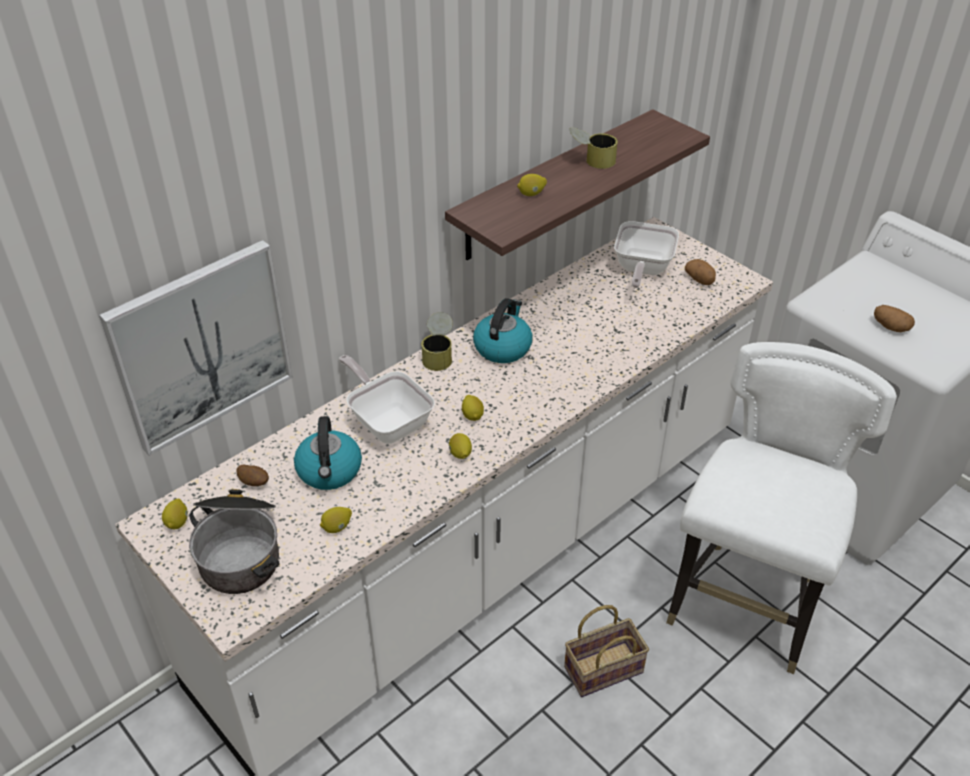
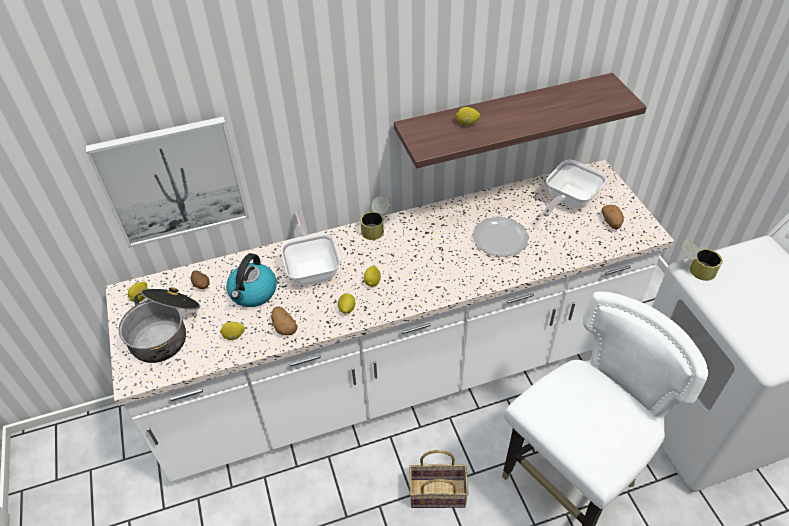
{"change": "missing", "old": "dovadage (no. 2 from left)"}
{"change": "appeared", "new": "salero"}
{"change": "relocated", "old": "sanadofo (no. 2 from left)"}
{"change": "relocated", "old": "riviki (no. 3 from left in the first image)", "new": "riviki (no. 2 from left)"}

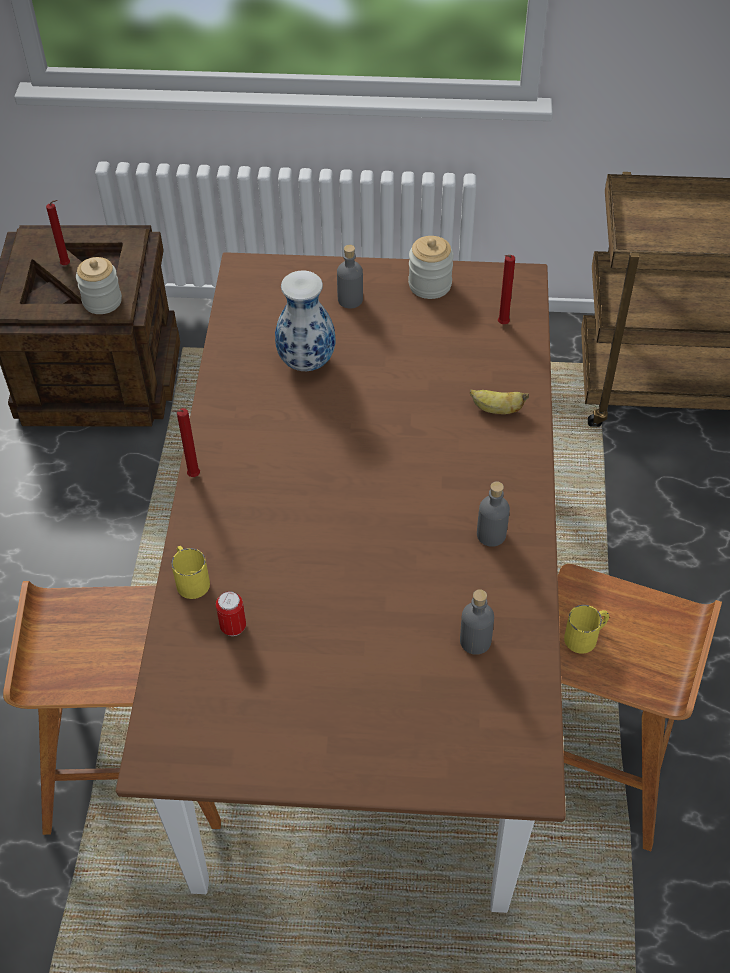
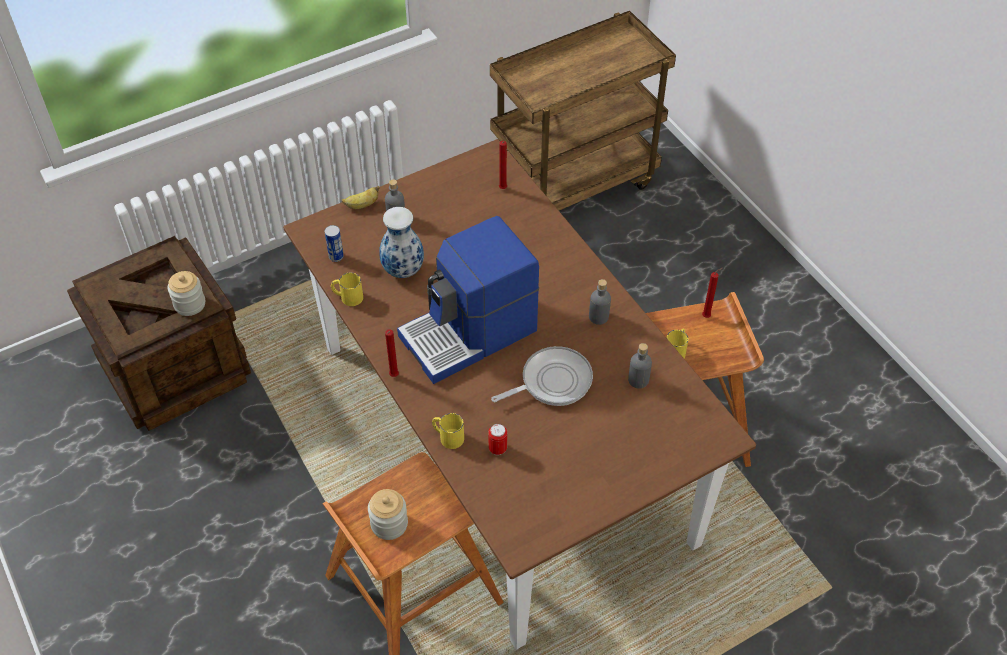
{"change": "appeared", "new": "sanadofo (no. 1 from left)"}
{"change": "appeared", "new": "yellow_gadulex (no. 1 from left)"}
{"change": "appeared", "new": "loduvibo"}
{"change": "appeared", "new": "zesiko"}
{"change": "relocated", "old": "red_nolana (no. 1 from left in the first image)", "new": "red_nolana (no. 3 from left)"}
{"change": "relocated", "old": "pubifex (no. 2 from left)"}
{"change": "relocated", "old": "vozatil"}

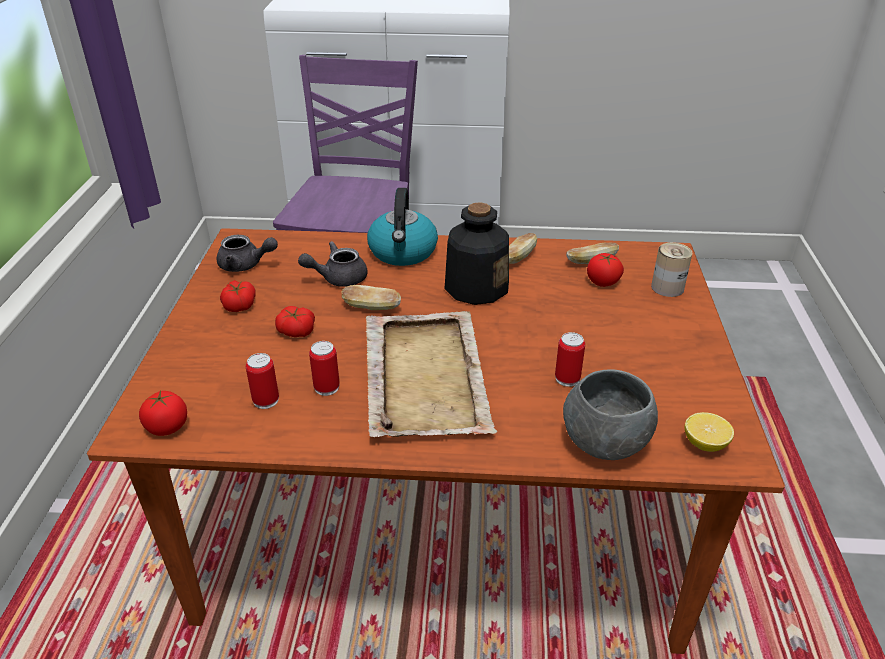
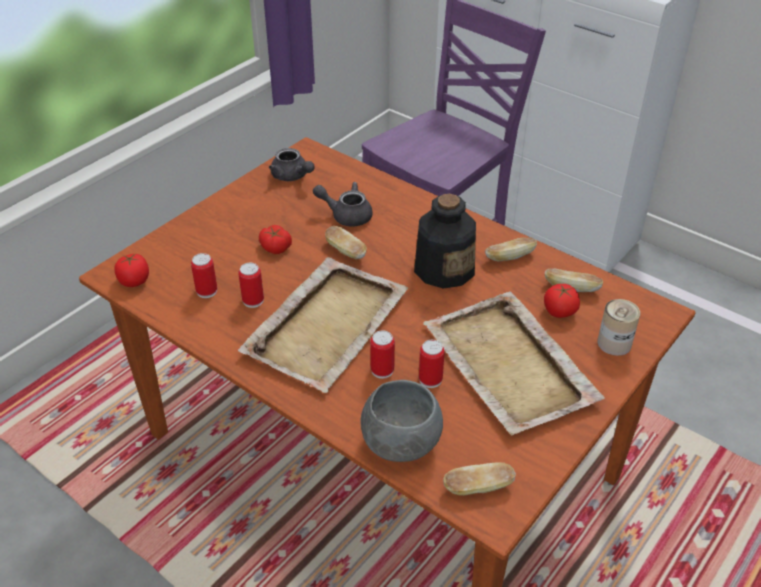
{"change": "missing", "old": "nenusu (no. 2 from left)"}
{"change": "missing", "old": "dovadage"}
{"change": "appeared", "new": "sanadofo (no. 3 from left)"}
{"change": "appeared", "new": "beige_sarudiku (no. 2 from left)"}
{"change": "exchanged", "old": "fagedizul", "new": "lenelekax (no. 2 from left)"}

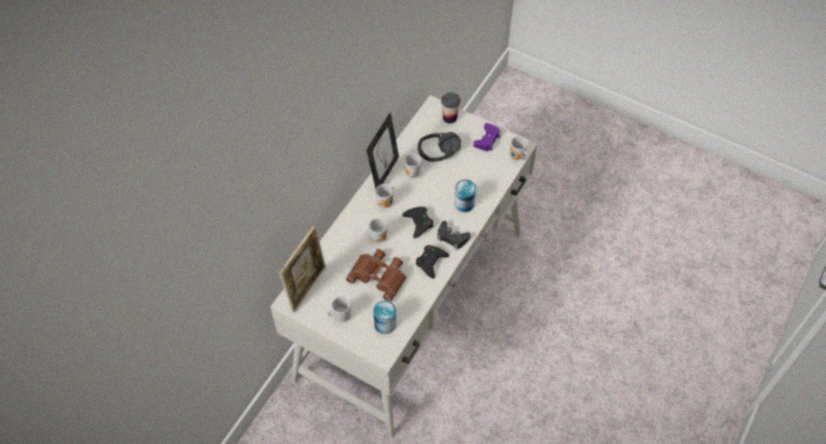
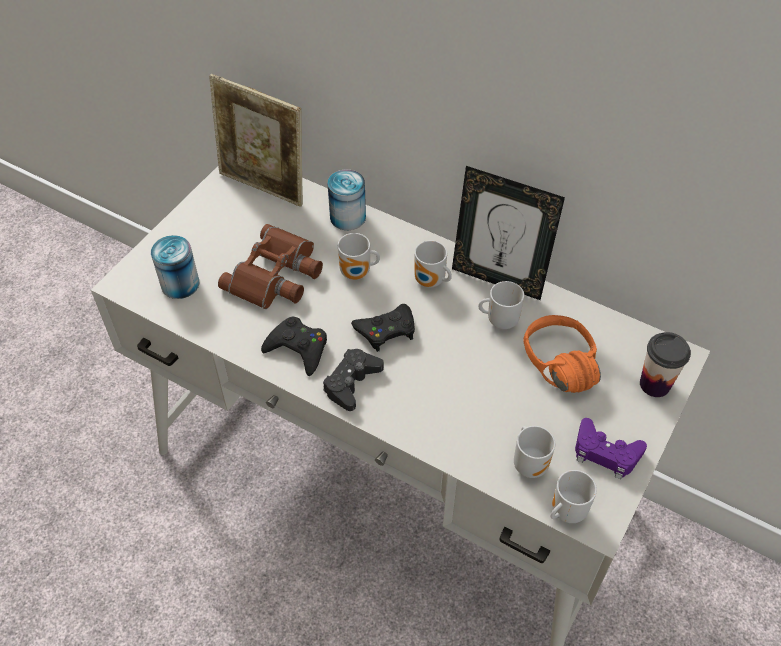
{"change": "relocated", "old": "gadulex (no. 1 from left in the first image)", "new": "gadulex (no. 4 from left)"}
{"change": "relocated", "old": "sanadofo (no. 2 from left)"}
{"change": "colour", "old": "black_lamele", "new": "orange_lamele"}

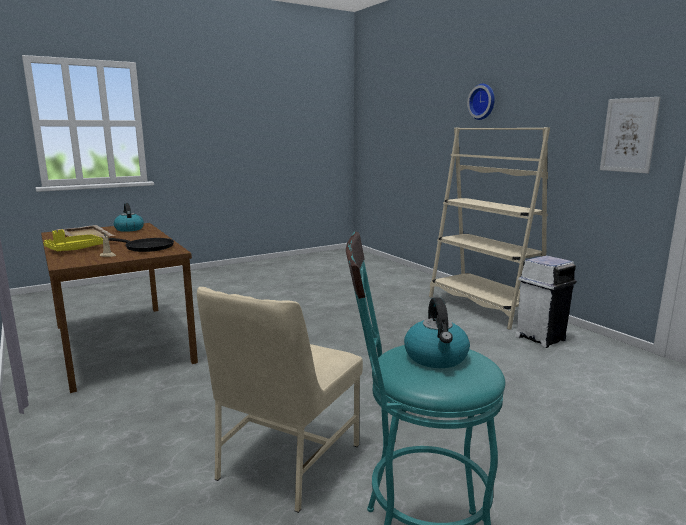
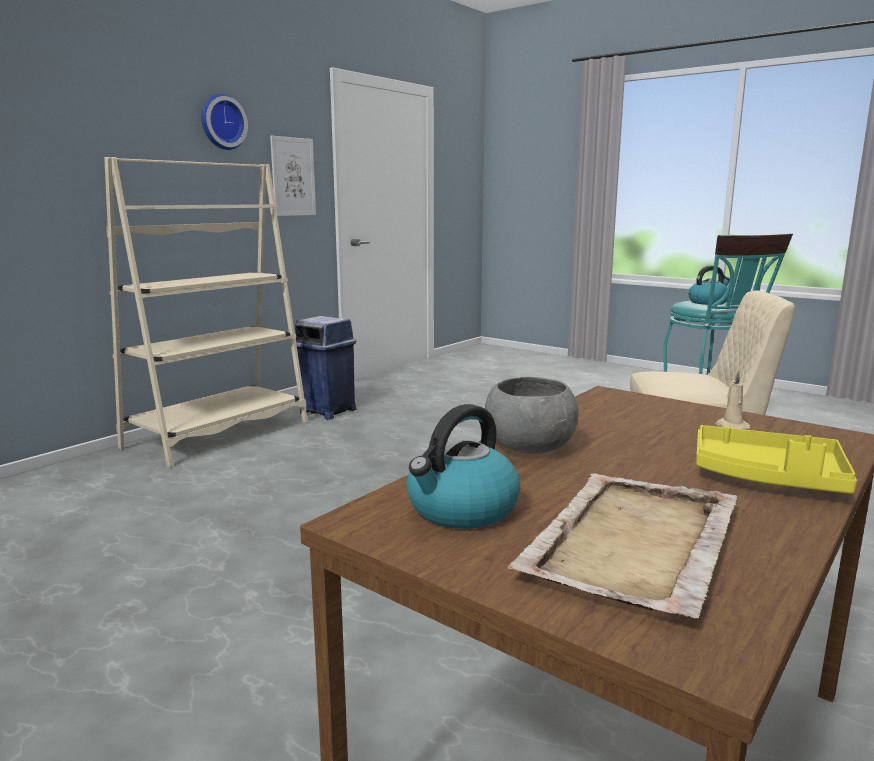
{"change": "missing", "old": "black_zesiko"}
{"change": "appeared", "new": "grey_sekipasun"}
{"change": "relocated", "old": "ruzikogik"}
{"change": "colour", "old": "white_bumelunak", "new": "blue_bumelunak"}

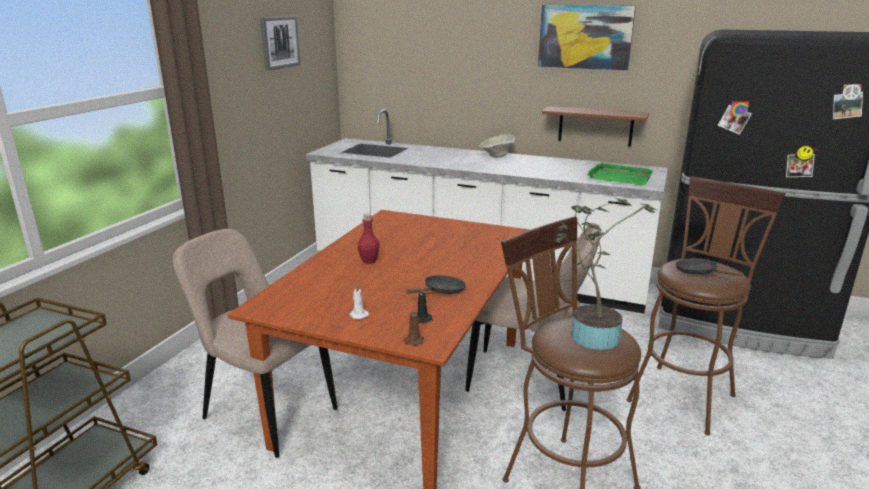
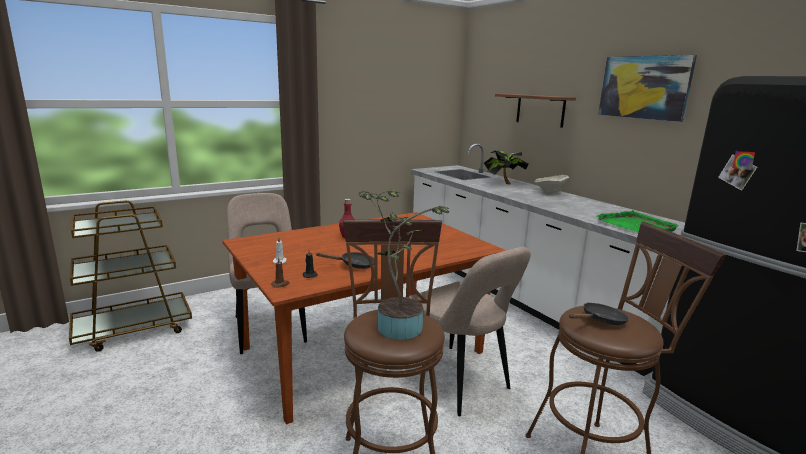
{"change": "missing", "old": "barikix (no. 1 from left)"}
{"change": "appeared", "new": "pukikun (no. 2 from left)"}
{"change": "relocated", "old": "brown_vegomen"}
{"change": "spun", "old": "black_zesiko (no. 2 from left)", "degrees": 60}

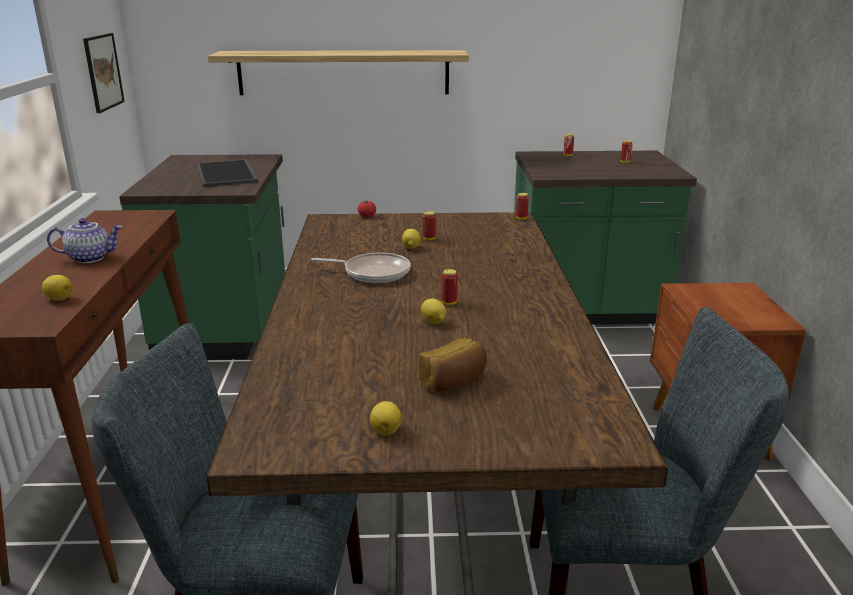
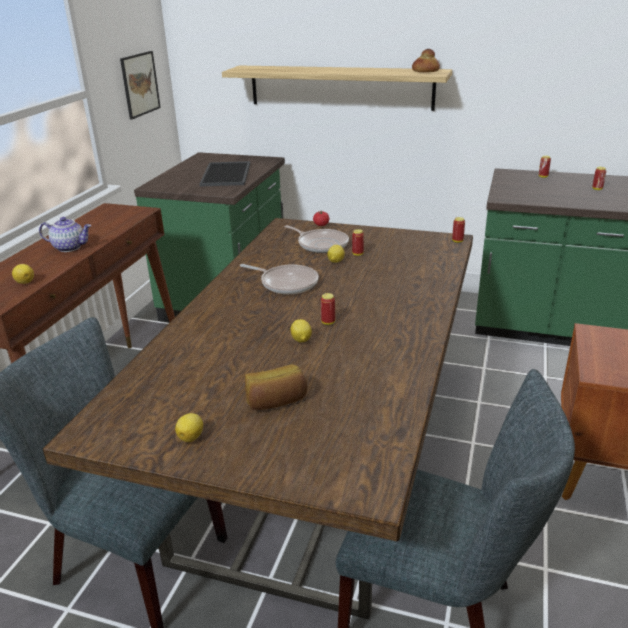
{"change": "appeared", "new": "zesiko (no. 2 from left)"}
{"change": "appeared", "new": "lenelekax (no. 2 from left)"}

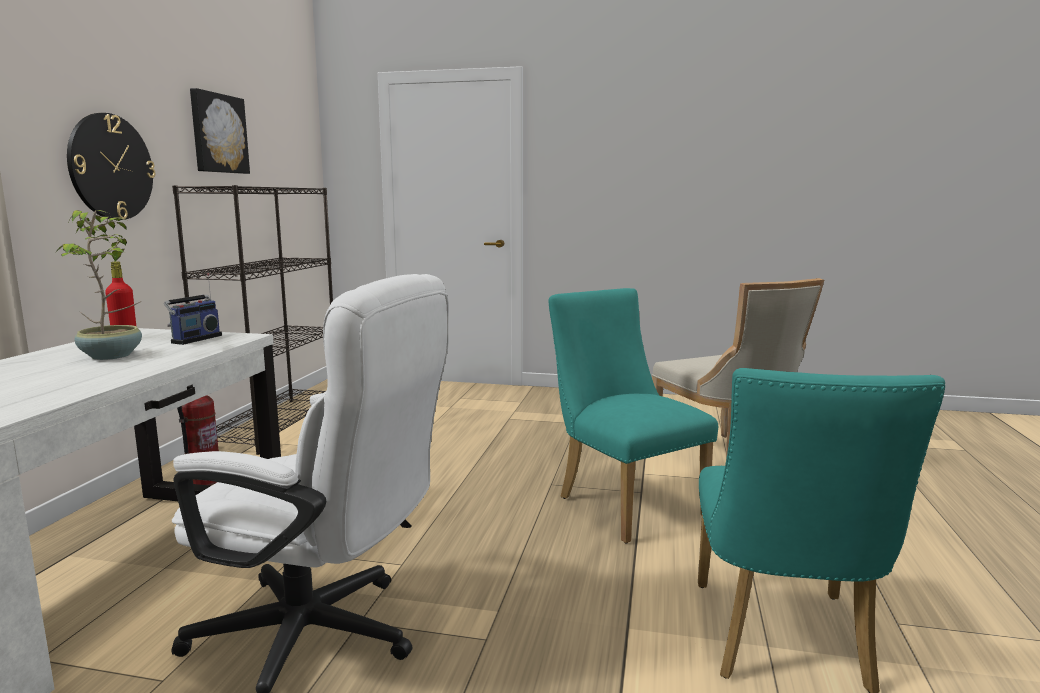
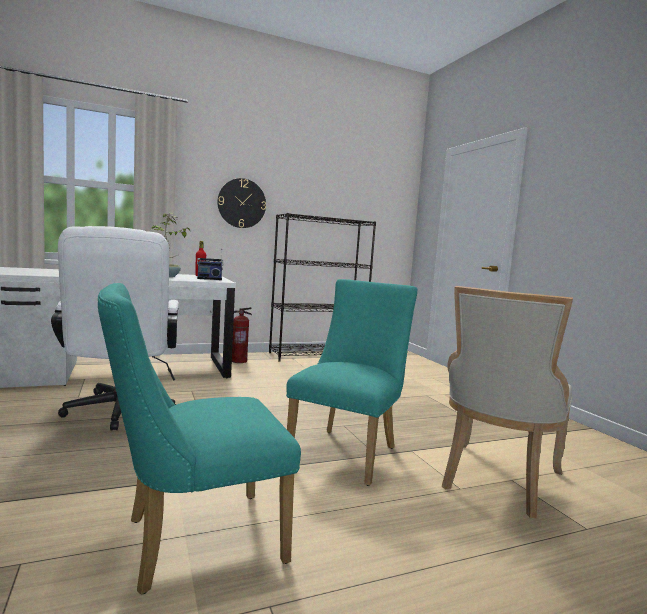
{"change": "missing", "old": "barikix"}

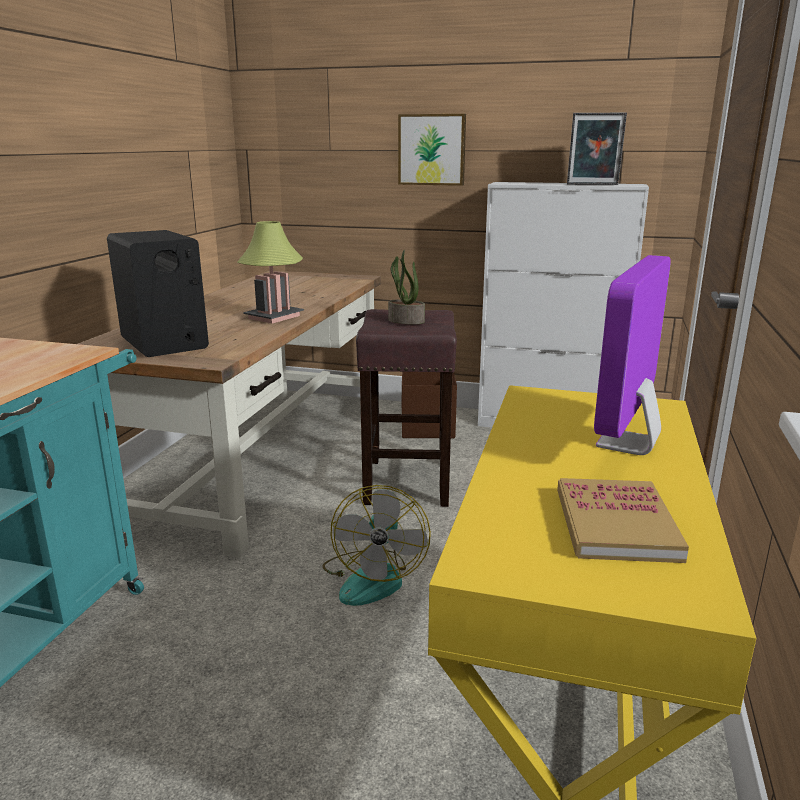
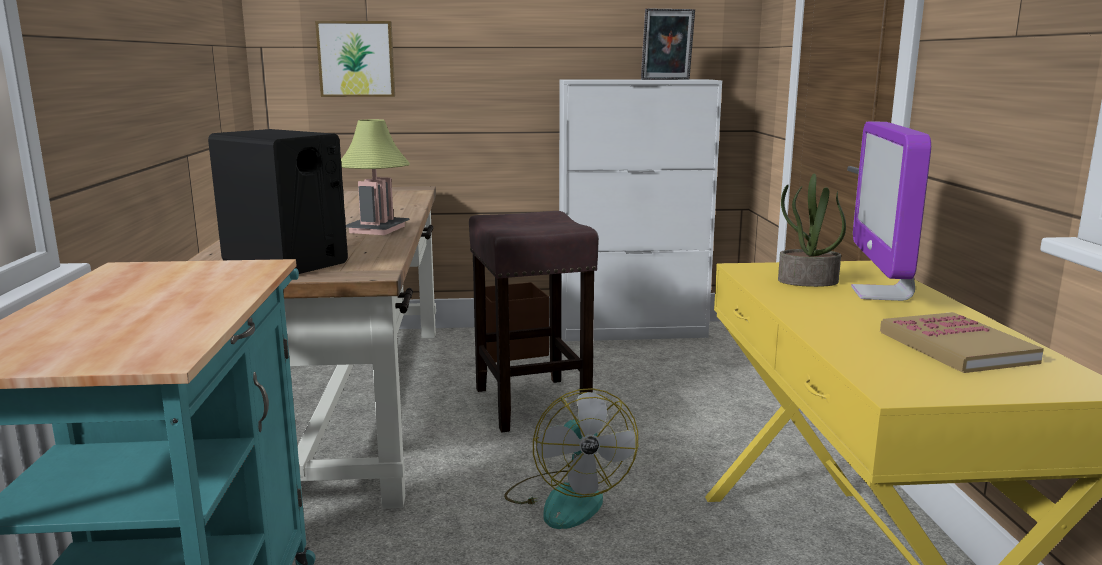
{"change": "relocated", "old": "pukikun"}
{"change": "relocated", "old": "barikix"}

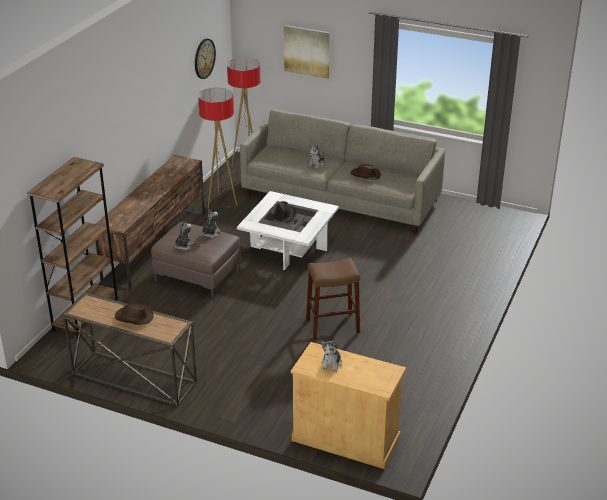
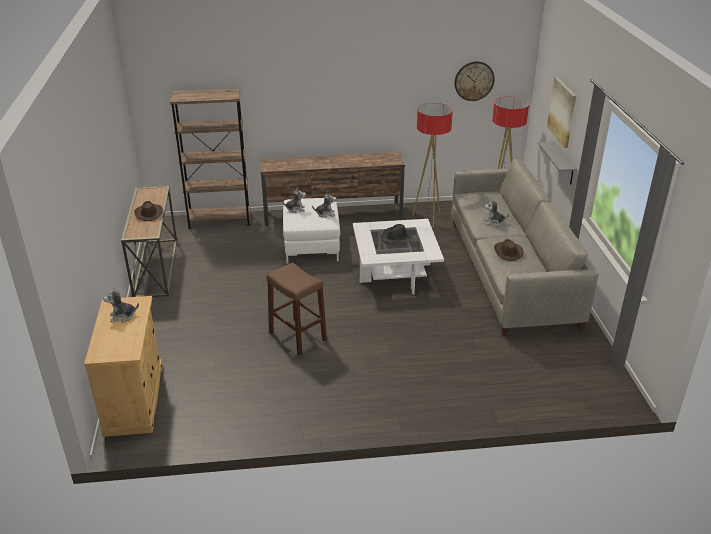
{"change": "appeared", "new": "grey_vegomen"}
{"change": "colour", "old": "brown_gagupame", "new": "white_gagupame"}

